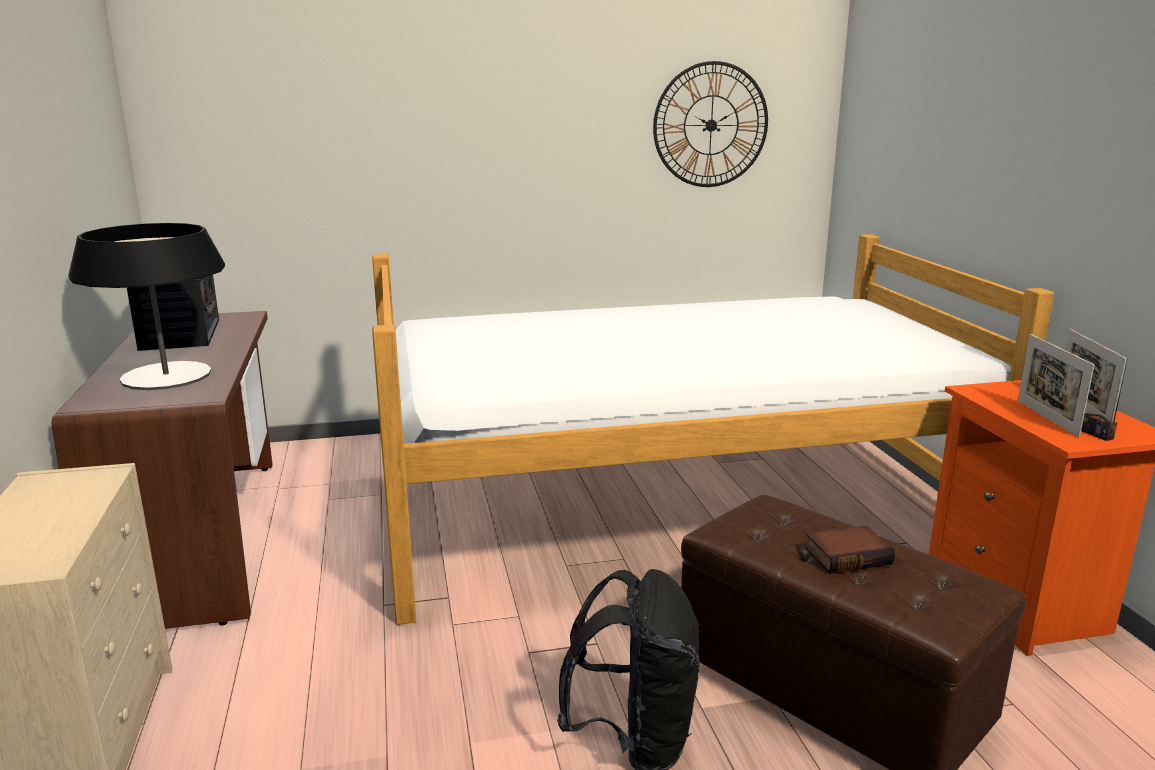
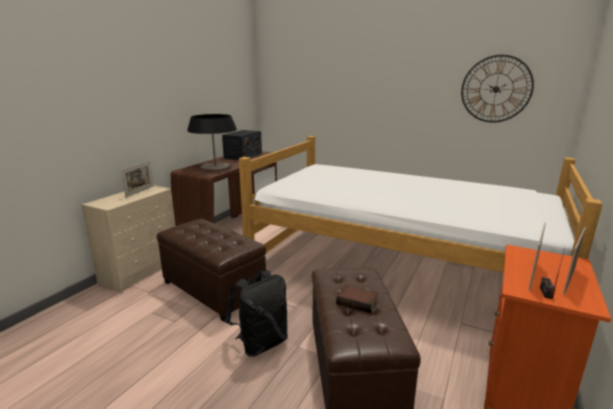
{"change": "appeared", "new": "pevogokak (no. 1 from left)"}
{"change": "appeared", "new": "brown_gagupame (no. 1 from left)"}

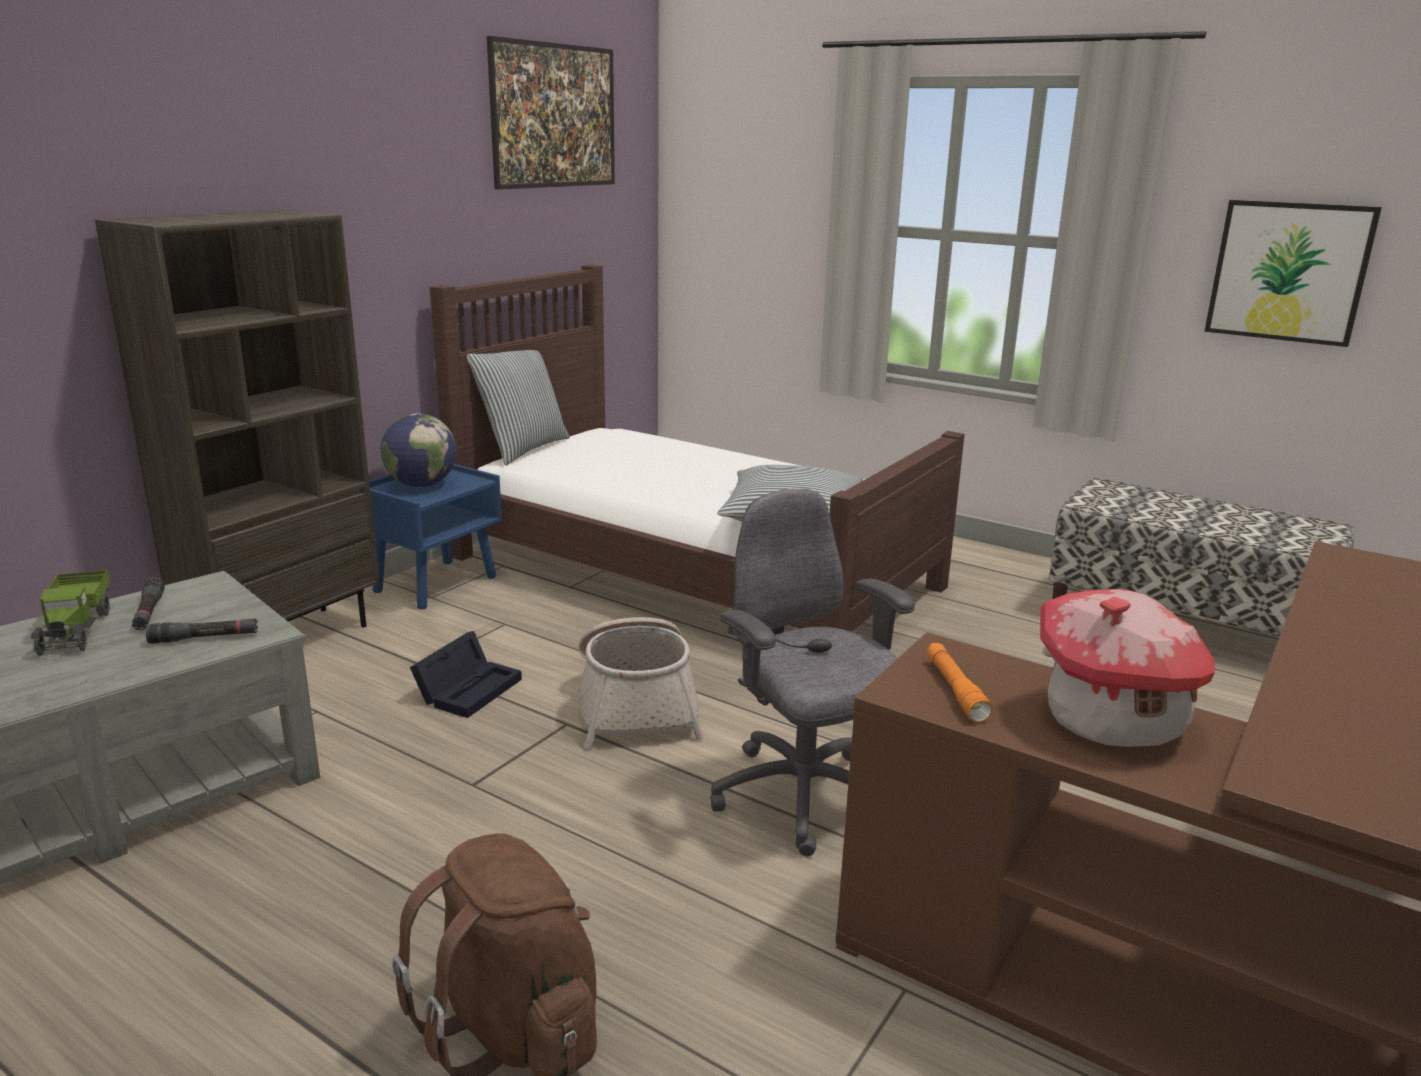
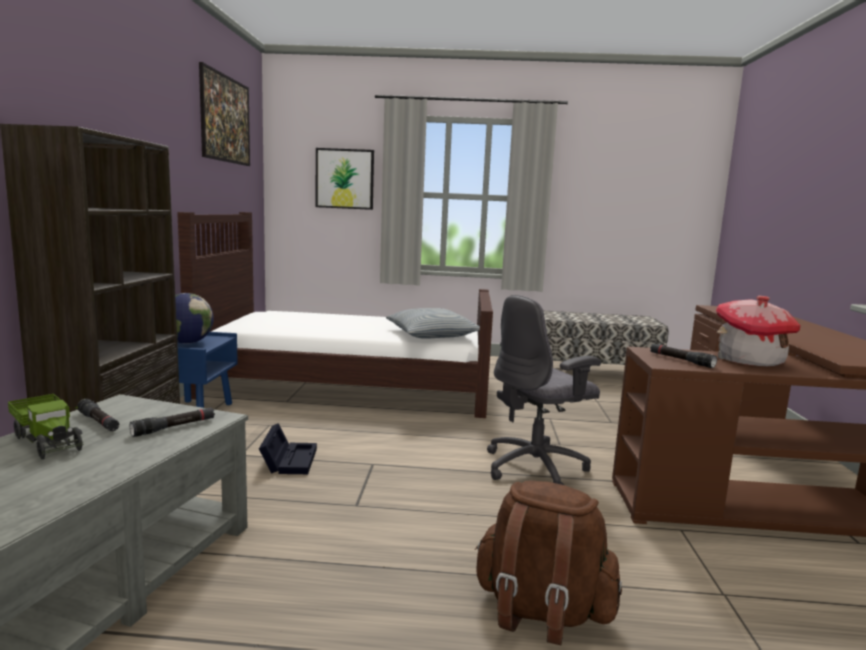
{"change": "missing", "old": "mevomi (no. 1 from left)"}
{"change": "missing", "old": "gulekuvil"}
{"change": "relocated", "old": "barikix (no. 2 from left)"}
{"change": "colour", "old": "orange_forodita", "new": "black_forodita (no. 3 from left)"}
{"change": "spun", "old": "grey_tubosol", "degrees": -60}

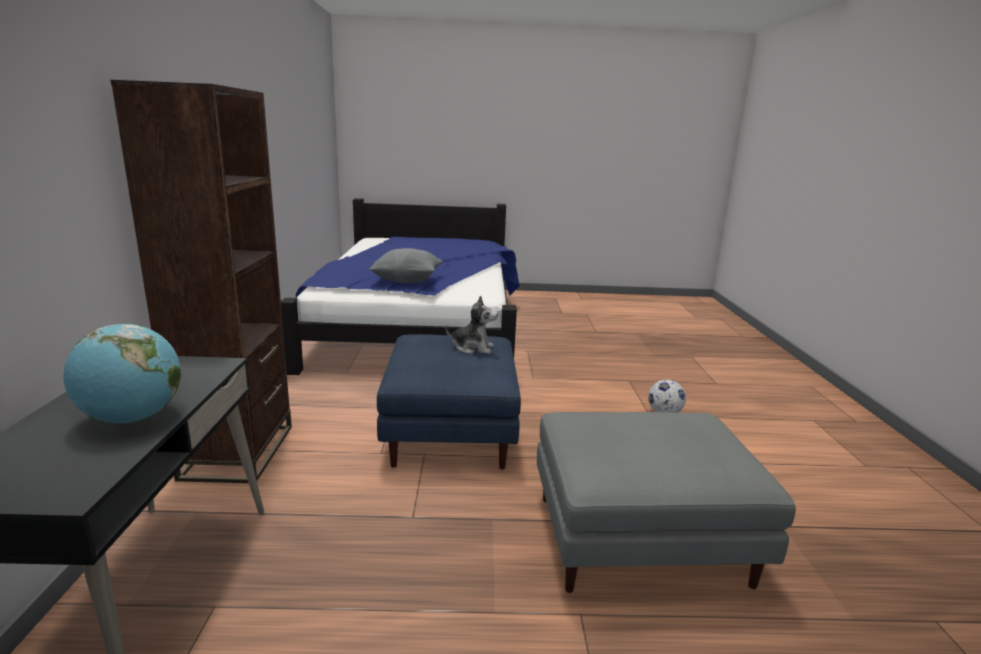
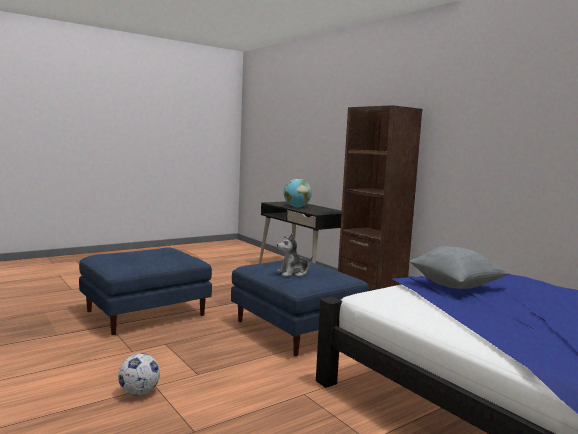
{"change": "colour", "old": "grey_gagupame", "new": "blue_gagupame (no. 1 from left)"}

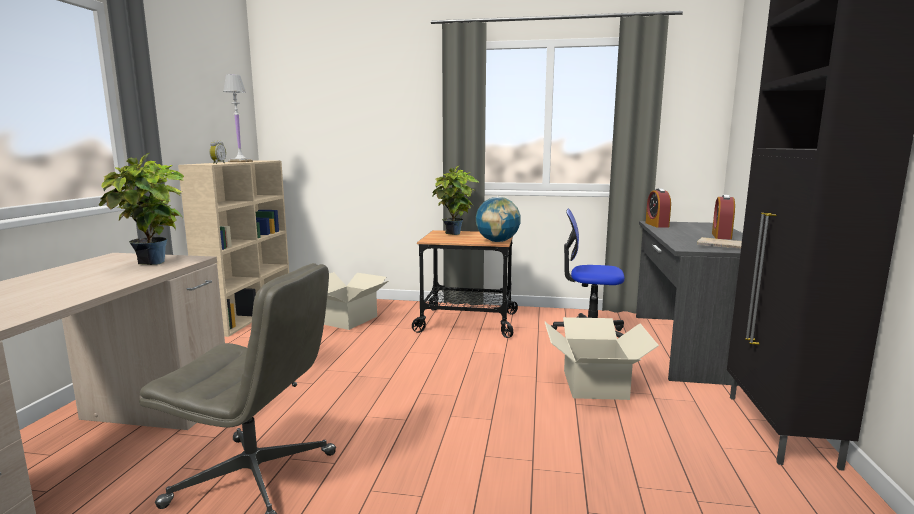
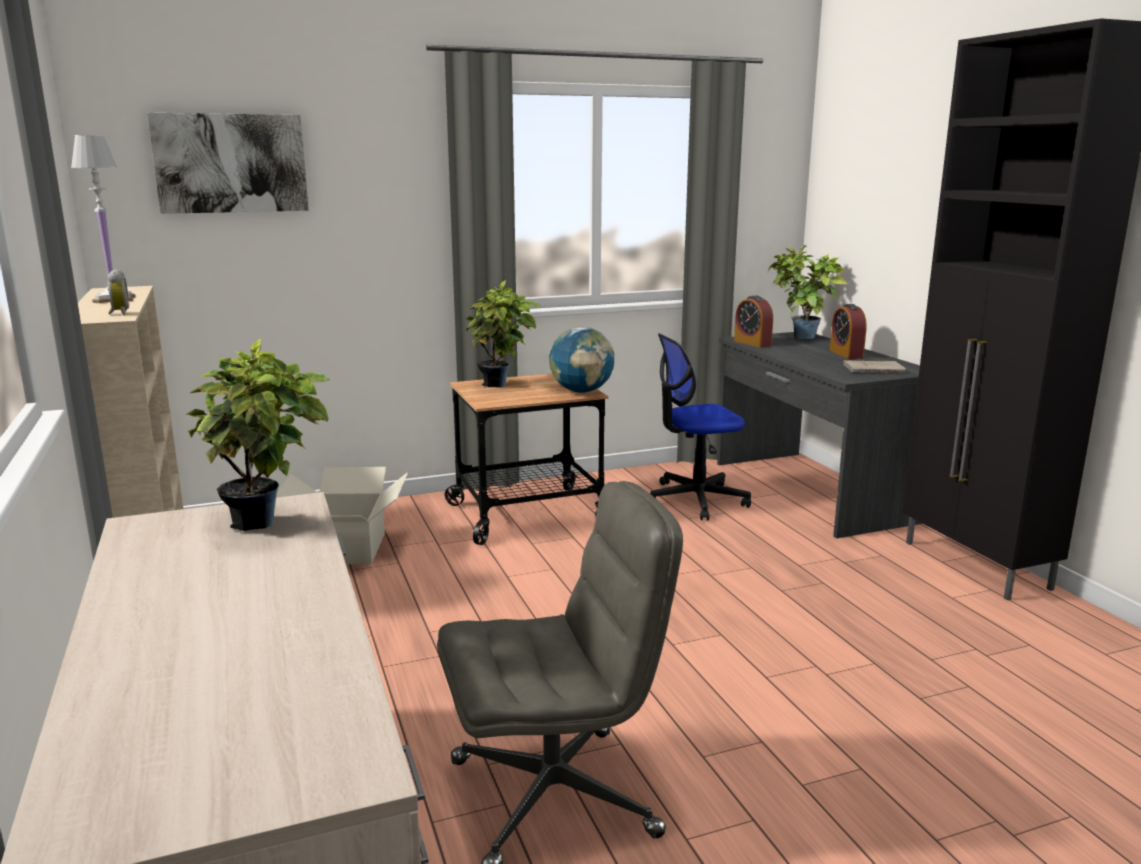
{"change": "missing", "old": "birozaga (no. 2 from left)"}
{"change": "appeared", "new": "barikix"}
{"change": "appeared", "new": "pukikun (no. 3 from left)"}

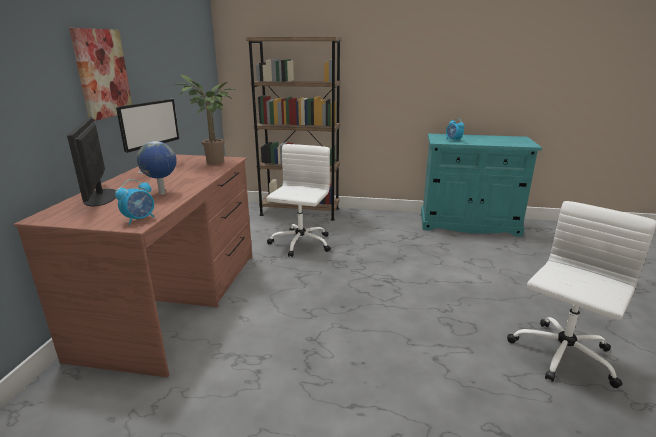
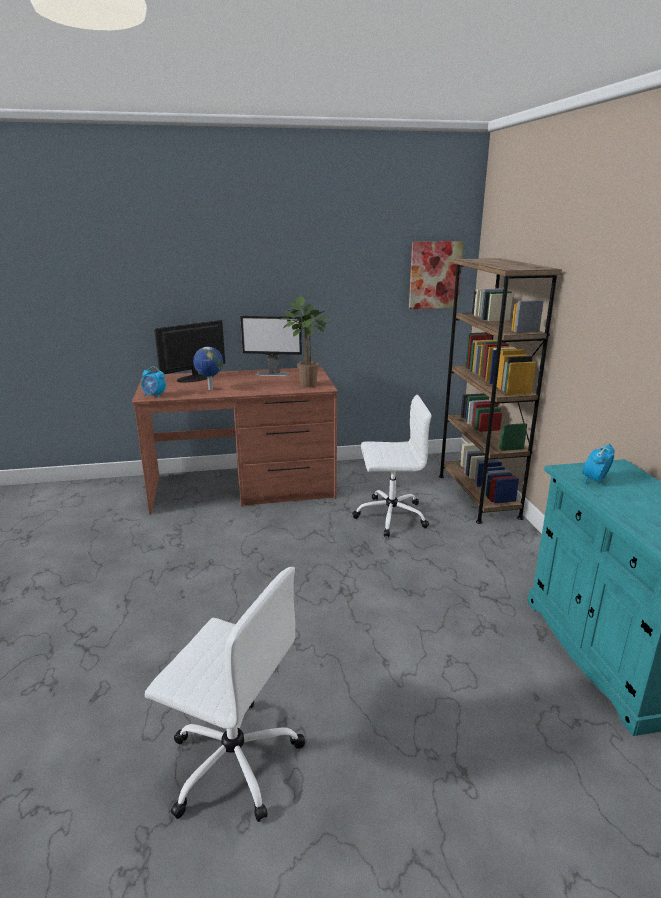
{"change": "relocated", "old": "barikix"}

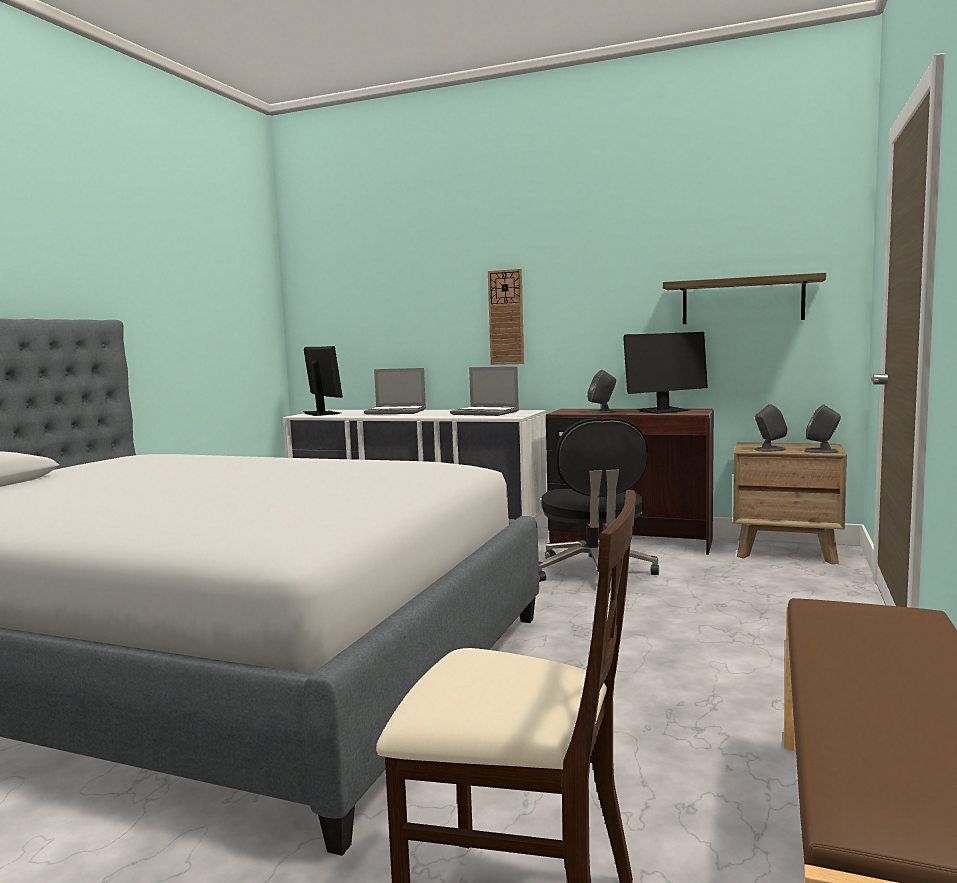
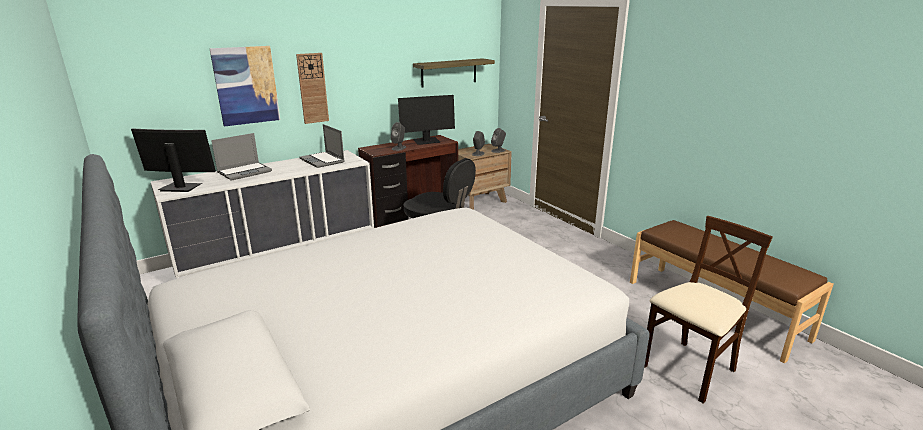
{"change": "appeared", "new": "barikix"}
{"change": "spun", "old": "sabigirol (no. 2 from left)", "degrees": 75}
{"change": "spun", "old": "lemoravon (no. 2 from left)", "degrees": 60}

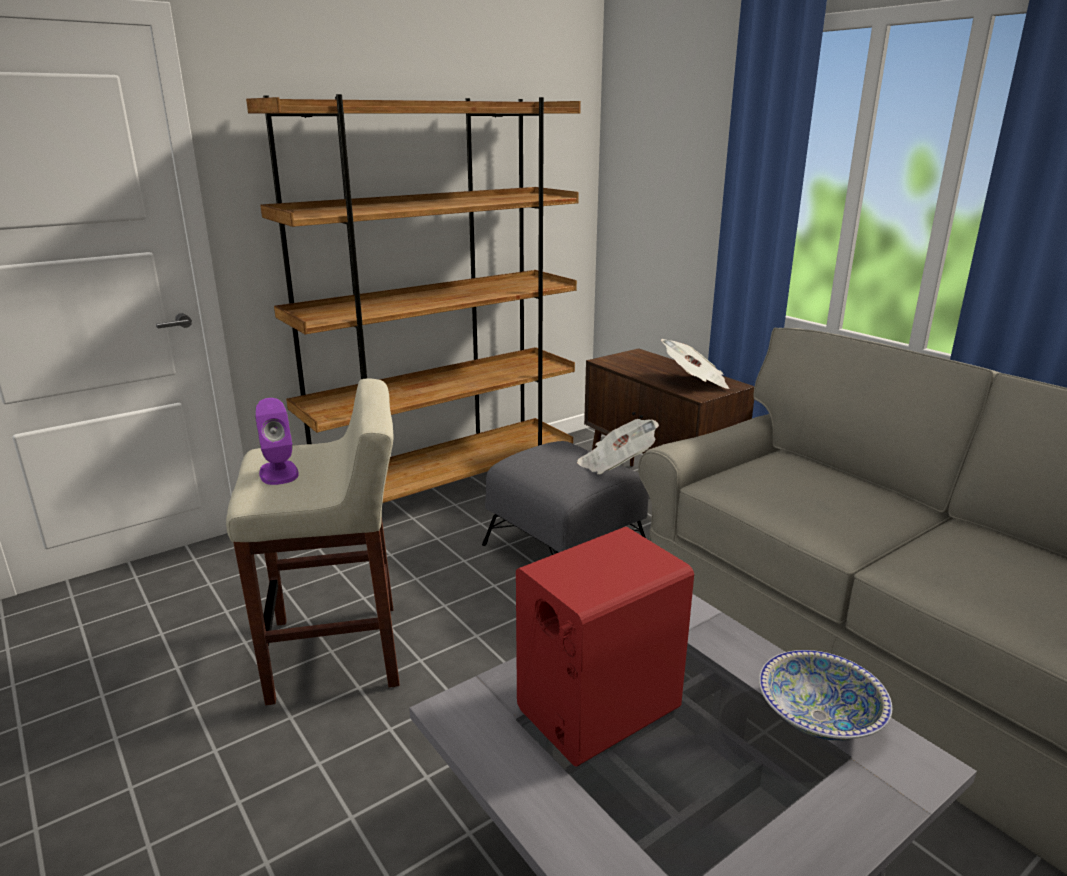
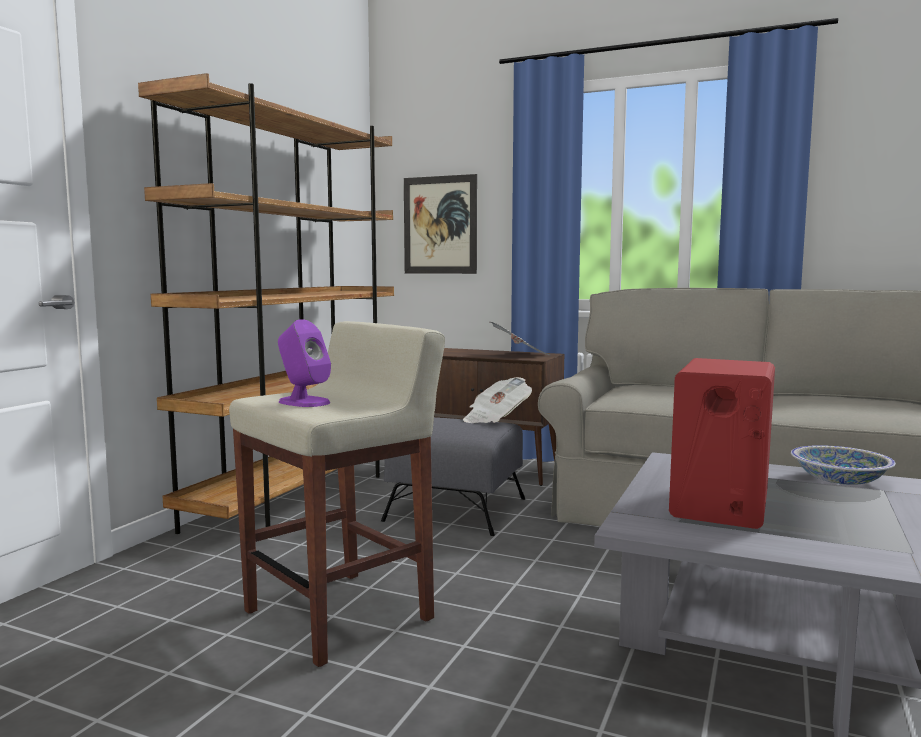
{"change": "appeared", "new": "barikix"}

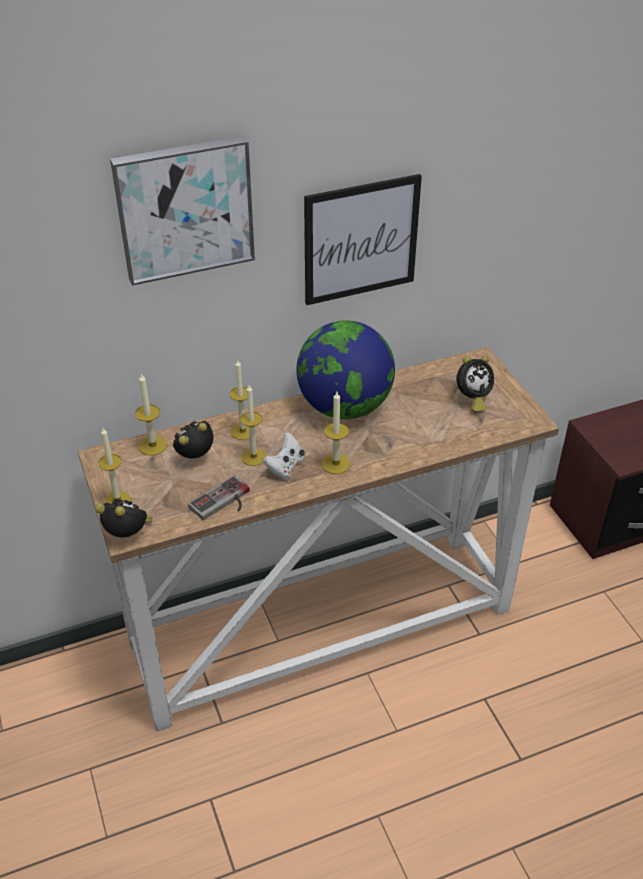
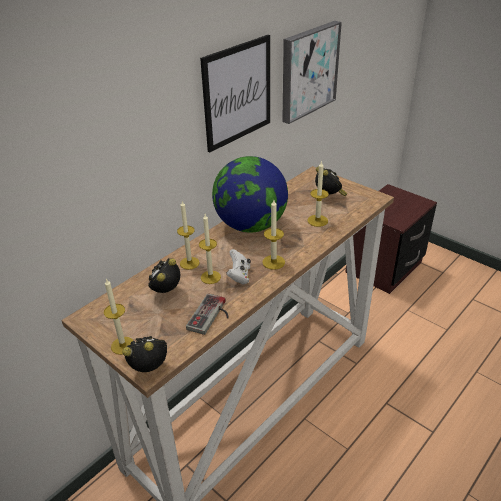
{"change": "relocated", "old": "barikix (no. 1 from left in the first image)", "new": "barikix (no. 2 from left)"}
{"change": "relocated", "old": "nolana (no. 2 from left in the first image)", "new": "nolana (no. 5 from left)"}
{"change": "spun", "old": "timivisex (no. 3 from left)", "degrees": -60}

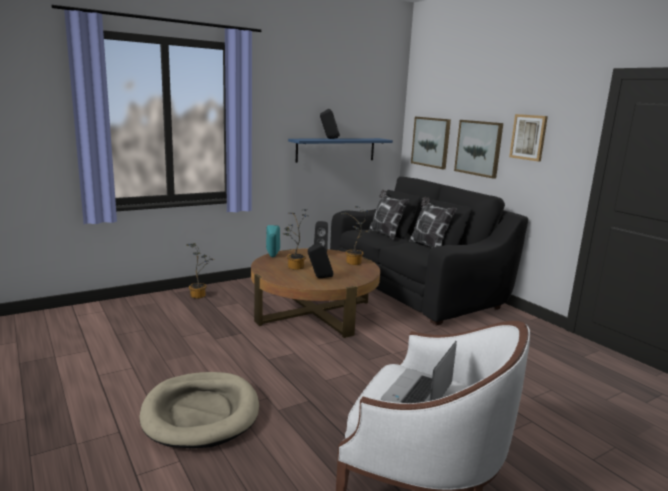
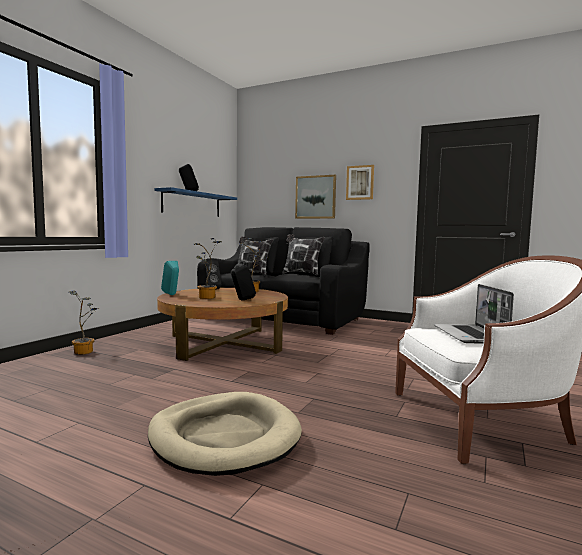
{"change": "missing", "old": "barikix (no. 1 from left)"}

